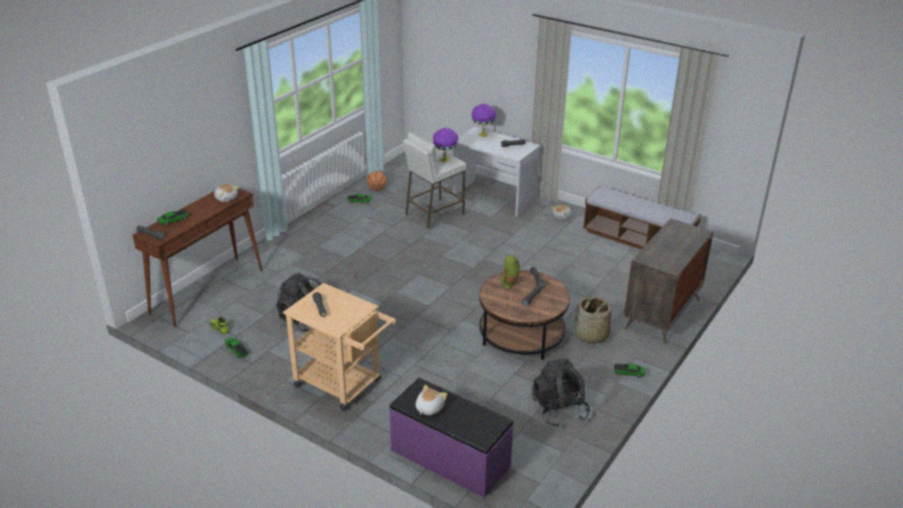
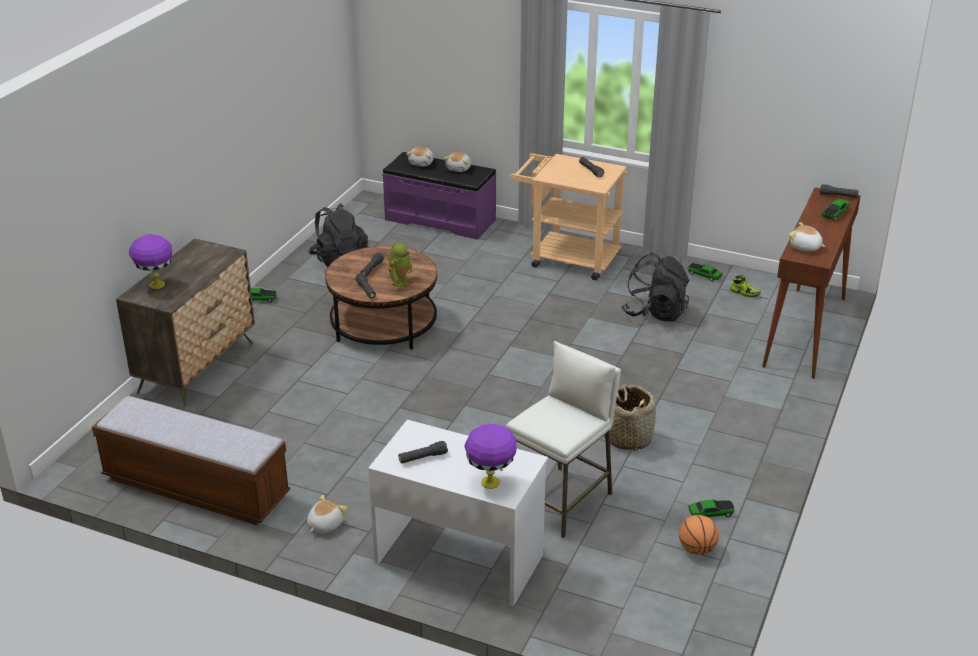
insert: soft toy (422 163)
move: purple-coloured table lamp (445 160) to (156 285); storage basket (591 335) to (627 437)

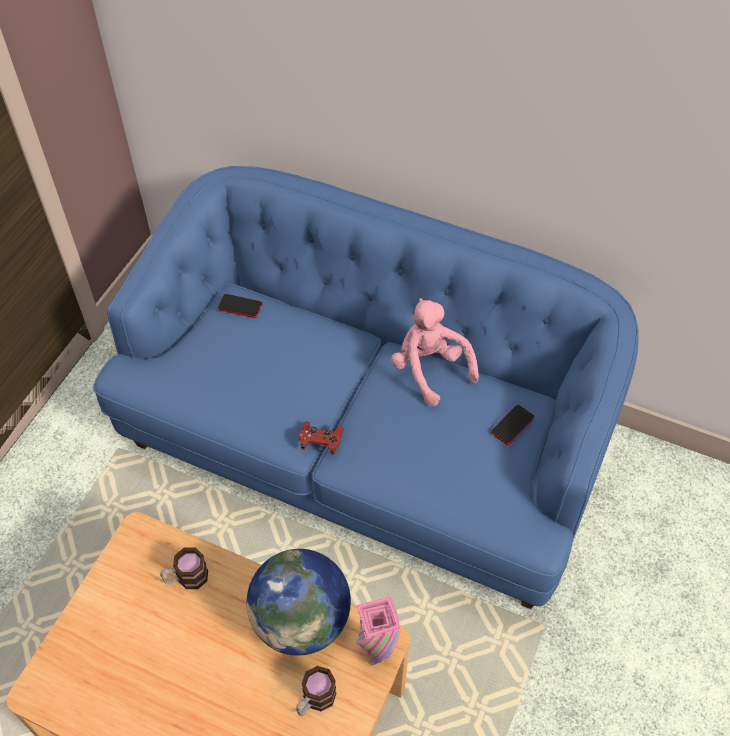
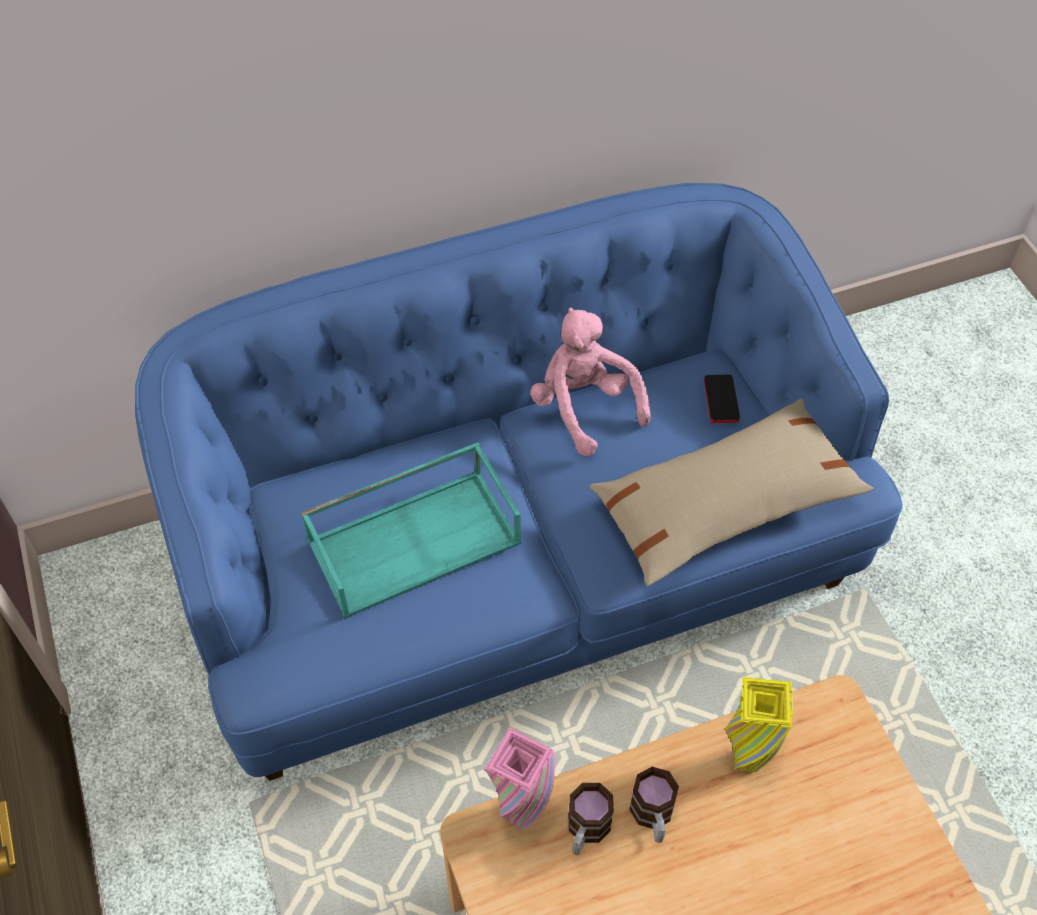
delete: phone (240 306); red game controller (321 441)
insert: blue-green tray (415 540); beige pillow (725 504)
move: coffee mug (315 700) to (653 817); pink-coloured decorative vase (377 655) to (519 814)
replace: world globe (301 621) to yellow-coloured decorative vase (745 760)
rotate: pink-coloured soft toy (430 369) = (584 407) 45 degrees clockwise

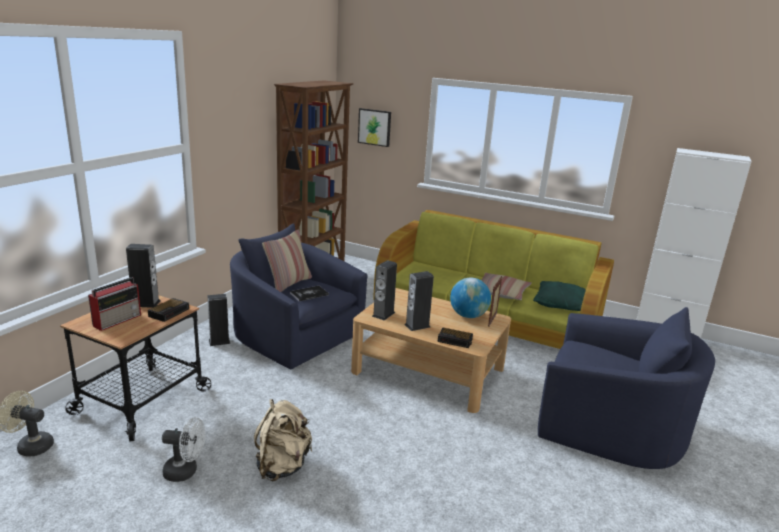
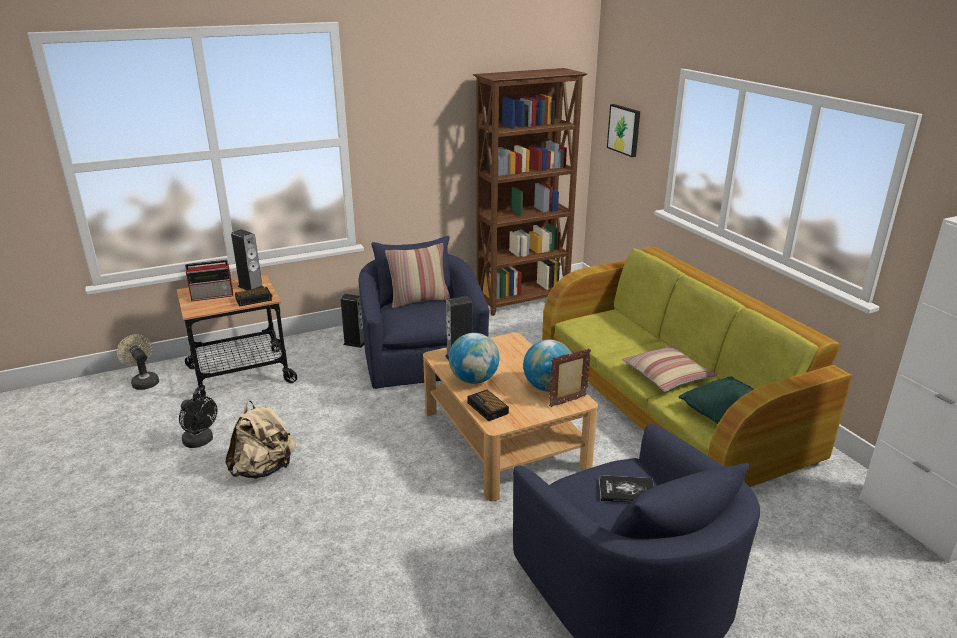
move: bound book (309 294) to (626 491)
replace: audio speaker (417 326) to world globe (474 380)
recolor: whitish electric fan (186 471) to black electric fan (200 442)

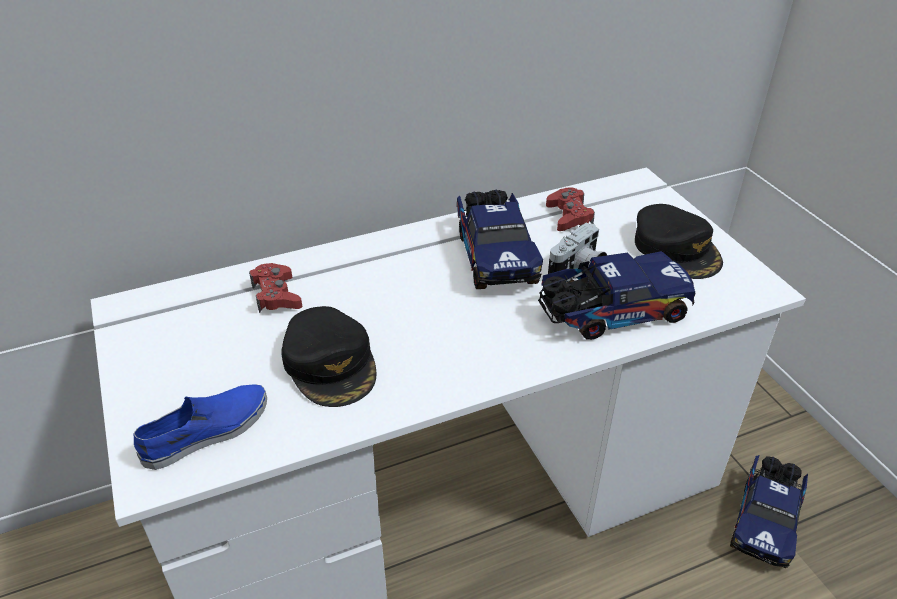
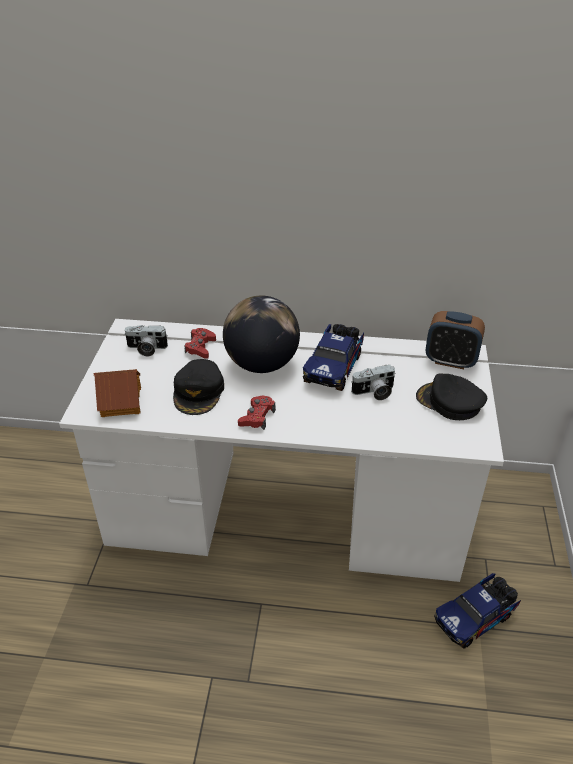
delete: toy lorry (610 312)
insert: still camera (146 349); world globe (262 364); table clock (450 361)
move: red game controller (569 216) to (257 417)
replace: blue item of footwear (207 432) to model house (120 401)
rotate: black baseball cap (676 249) = (449 402) 120 degrees clockwise

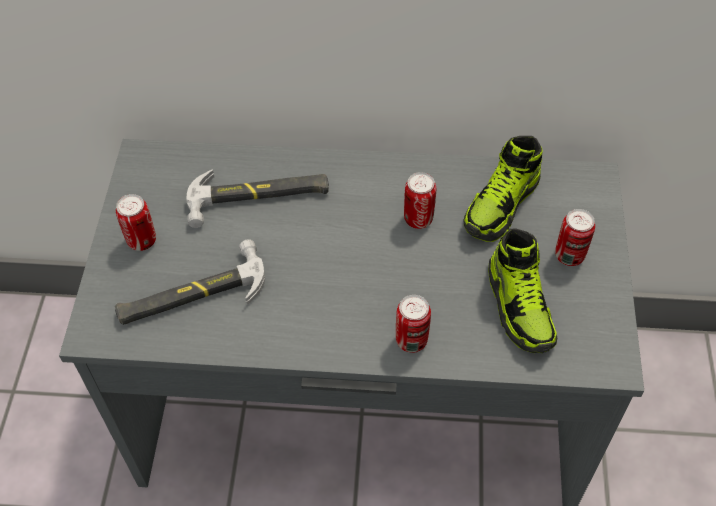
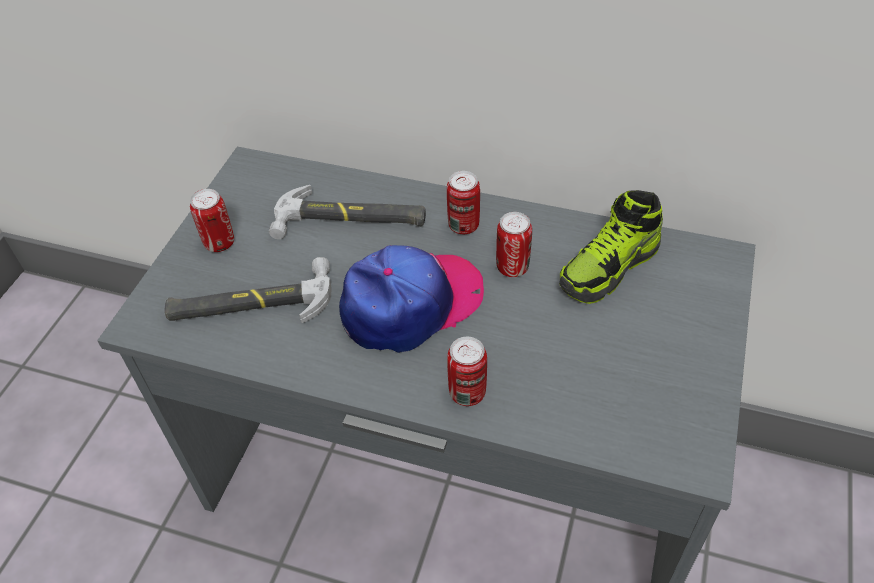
delete: item of footwear (520 306)
insert: baseball cap (411 304)
move: metal can (569 255) to (463 225)

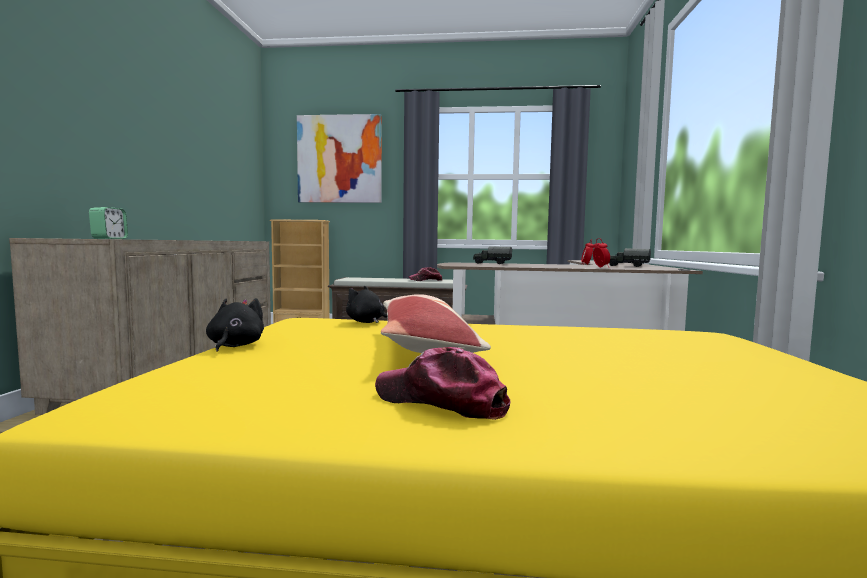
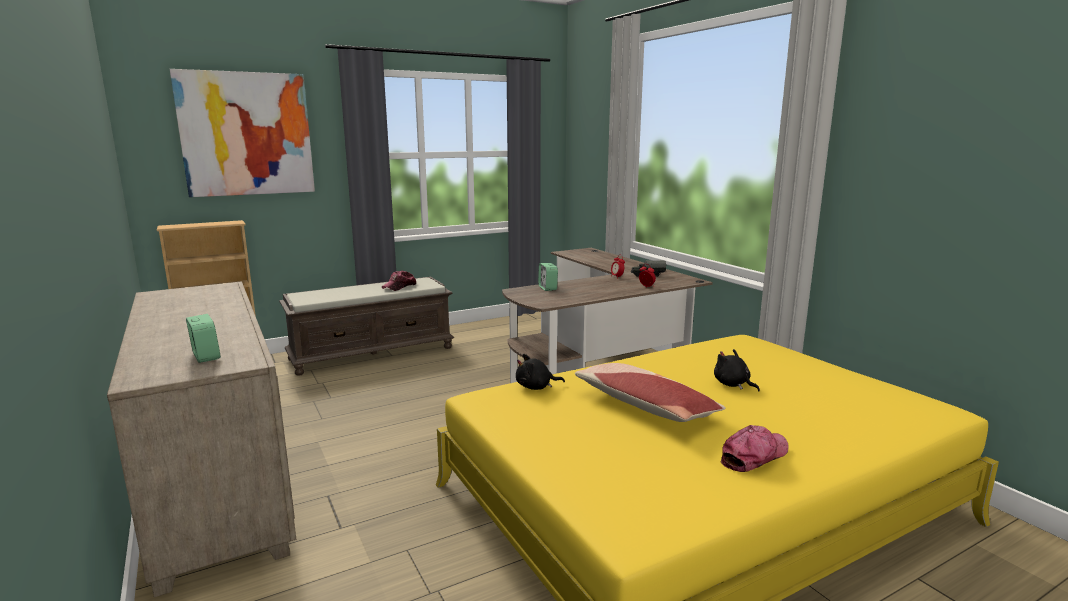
move: black soft toy (234 346) to (732 384)
replace: toy lorry (491 263) to table clock (547 288)
rotate: baseball cap (441 401) = (753 456) 150 degrees clockwise

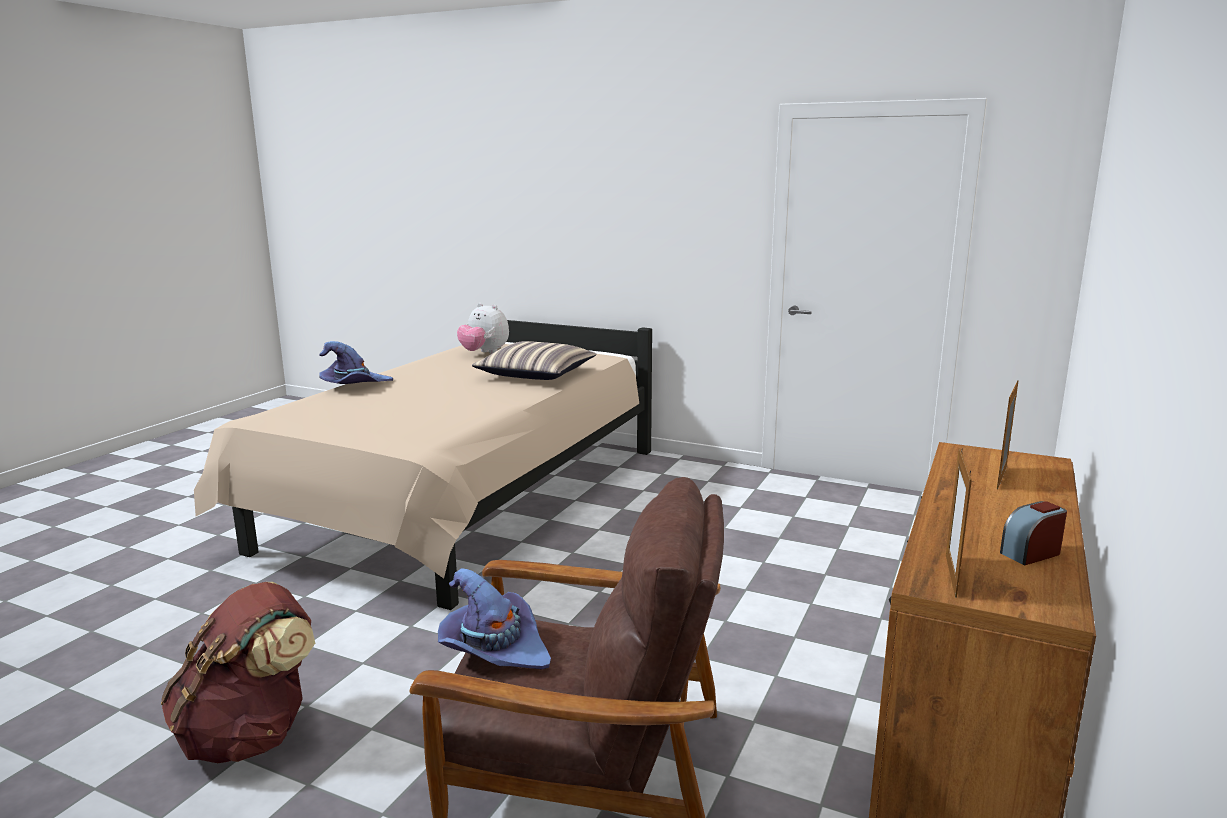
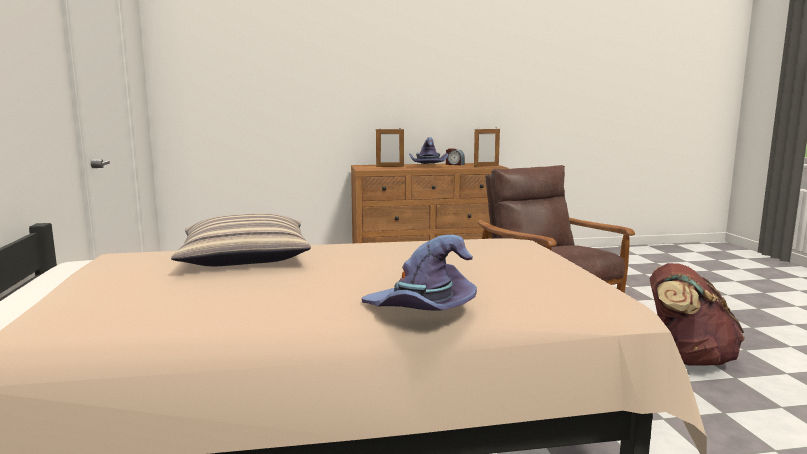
delete: soft toy (484 353)
move: purple-coloured hat (493 648) to (427 166)

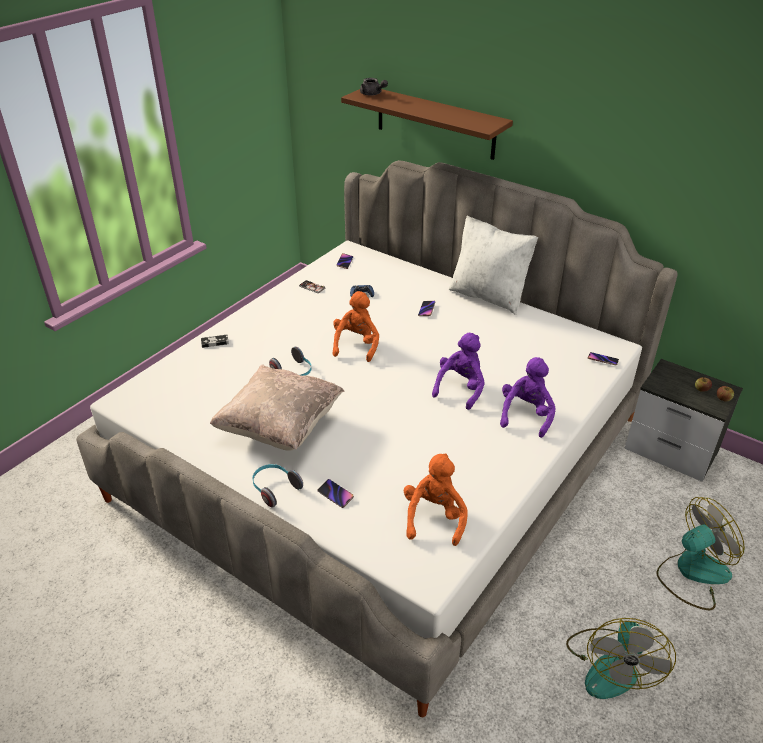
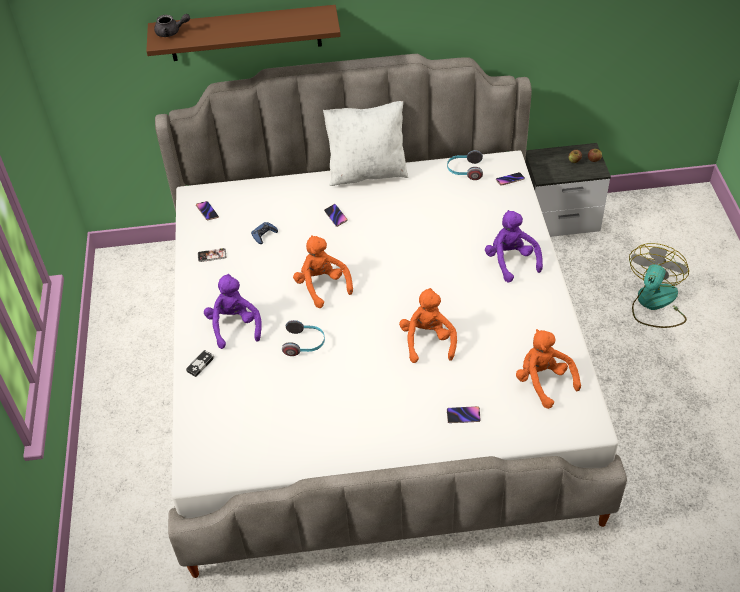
delete: beige pillow (280 427); electric fan (611 665)
insert: orangey soft toy (428 341)
move: headset (275 489) to (464 171); purple-coloured soft toy (460 388) to (234 326)

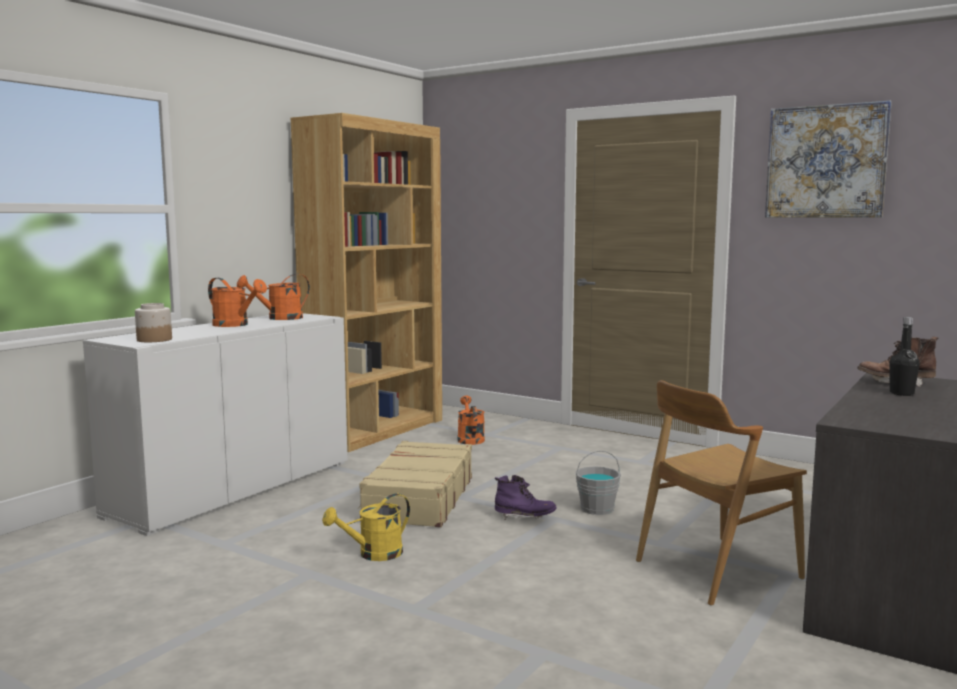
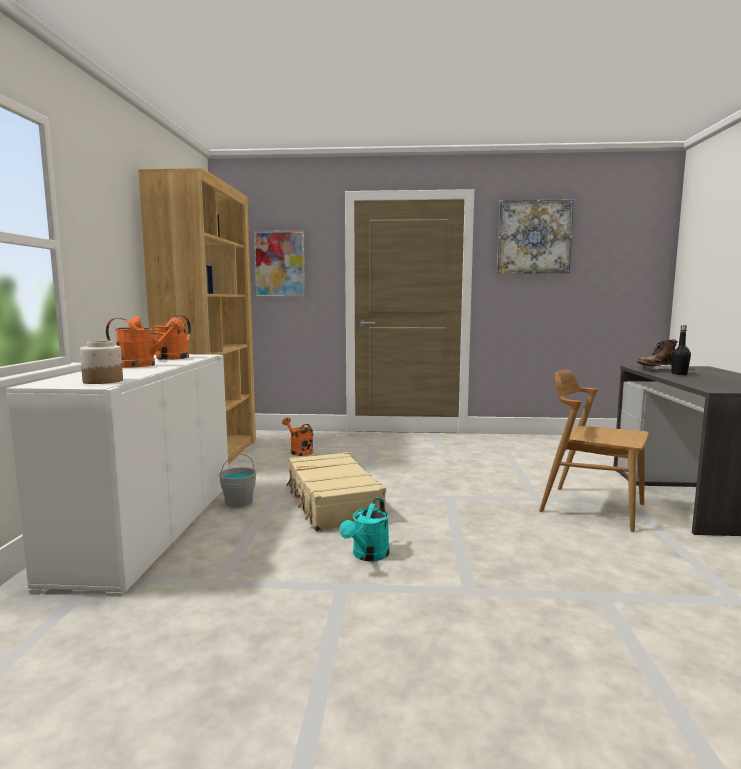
delete: purple-coloured tall boot (524 517)
insert: wall picture (279 264)
move: grey bucket (597 508) to (238 502)
recolor: yellow-coloured watering can (373 554) to blue-green watering can (368 555)
rotate: brownish chair (716 569) = (591 507) 90 degrees clockwise

